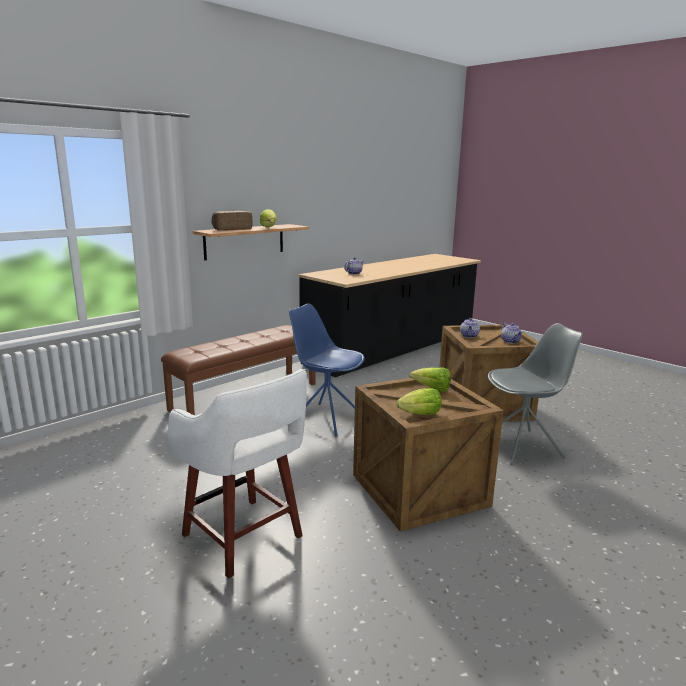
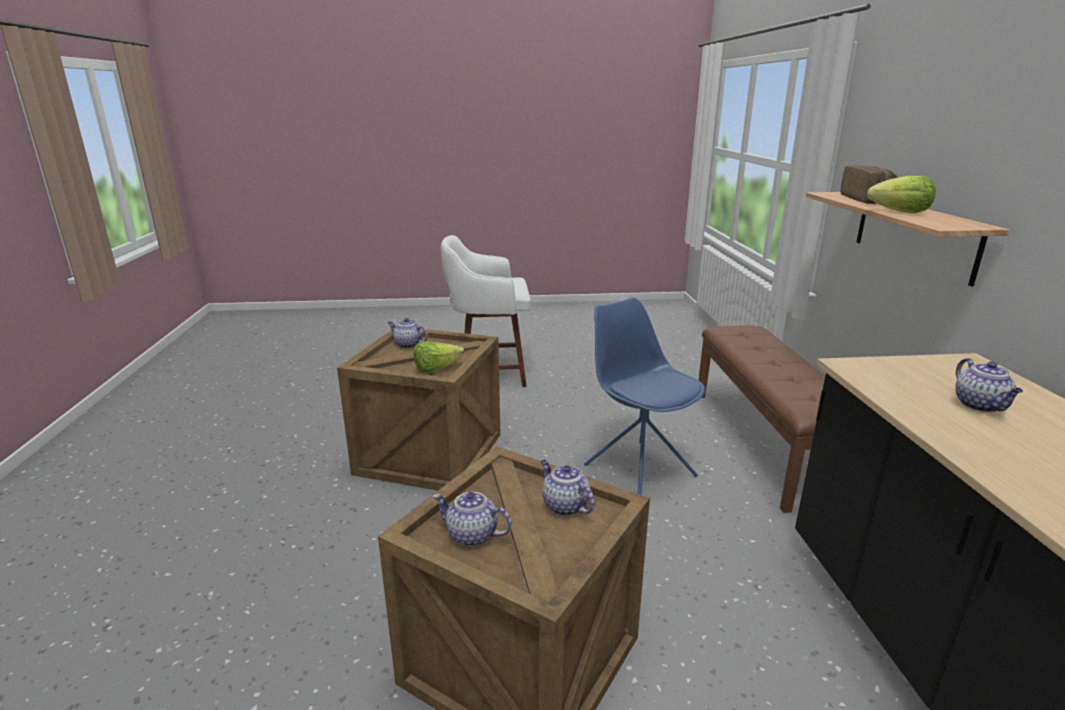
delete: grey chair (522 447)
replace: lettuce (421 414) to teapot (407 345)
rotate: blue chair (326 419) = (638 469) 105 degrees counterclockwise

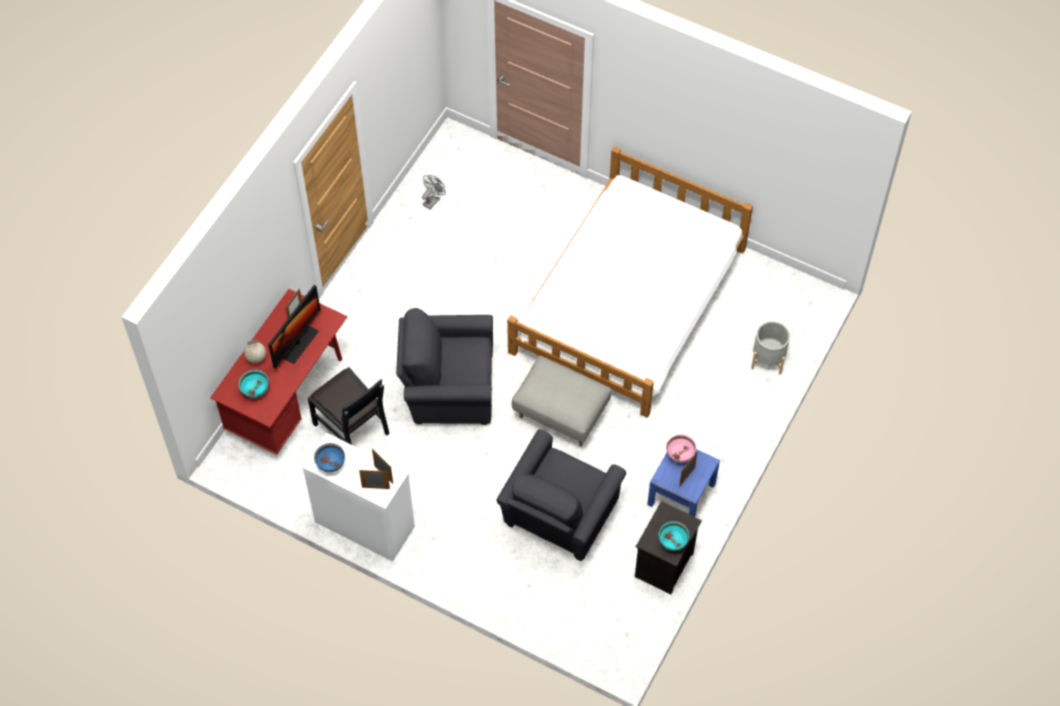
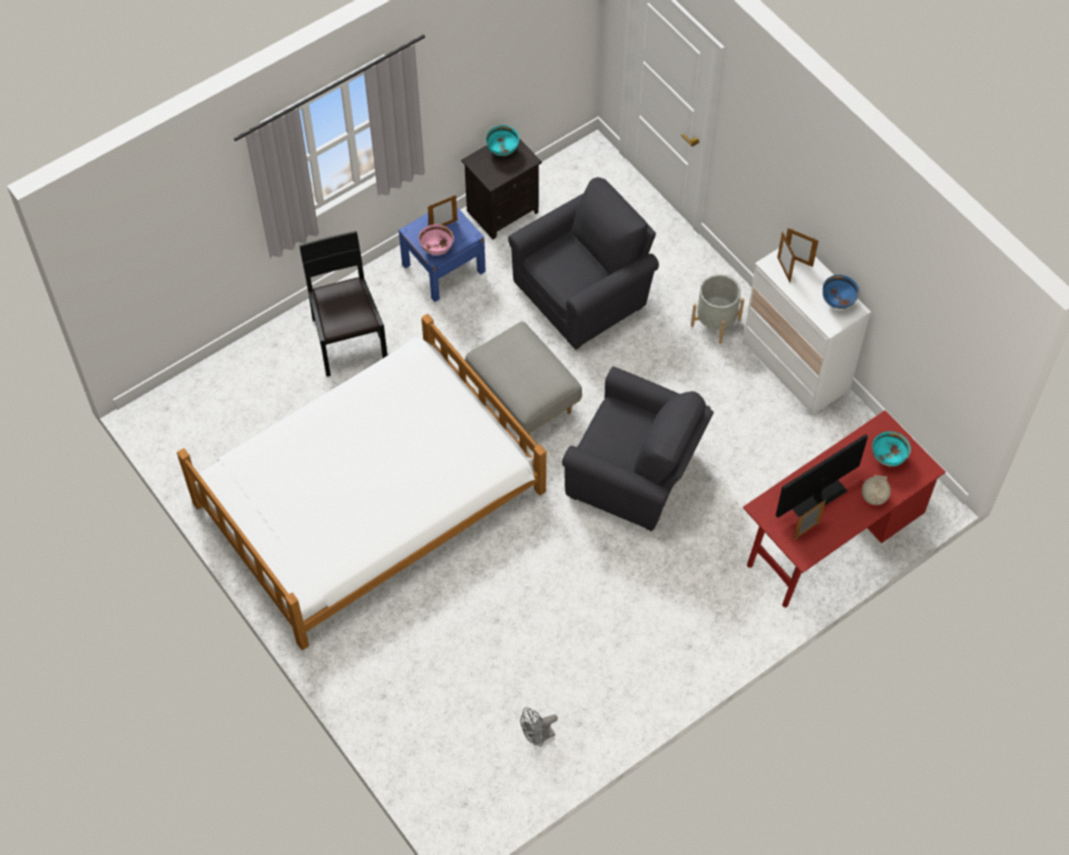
move: black chair (351 427) to (348 340); grey flower pot (768 359) to (715 322)

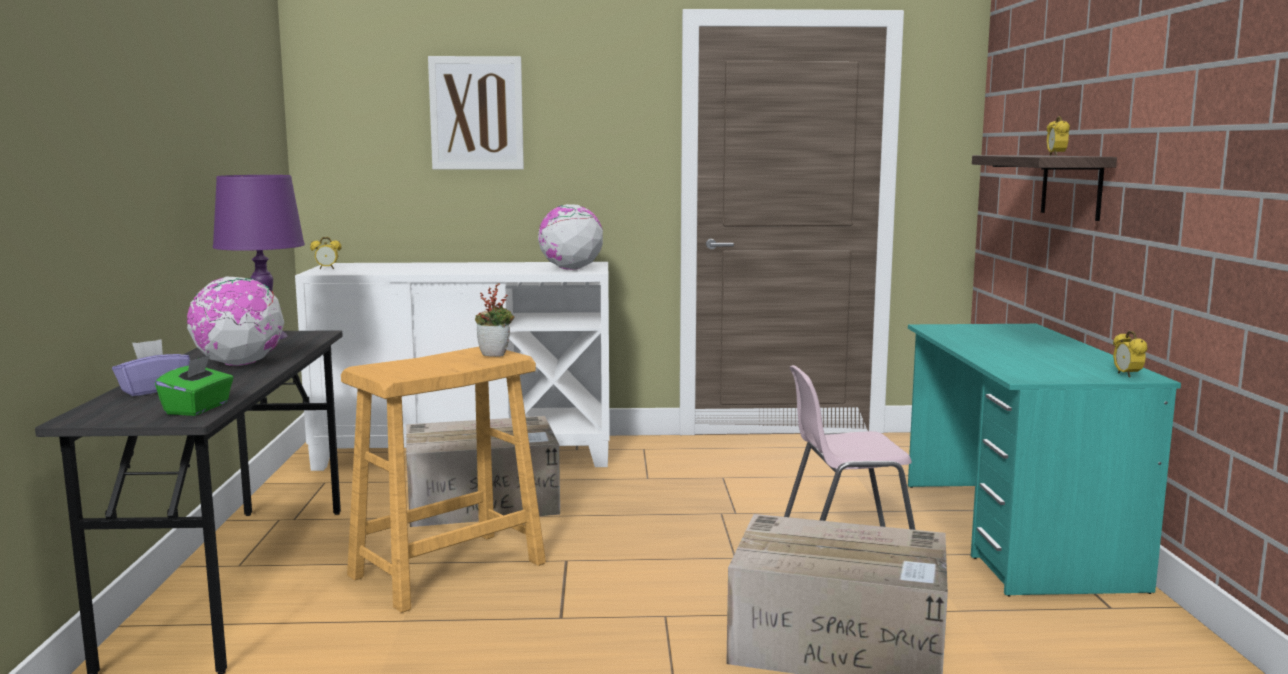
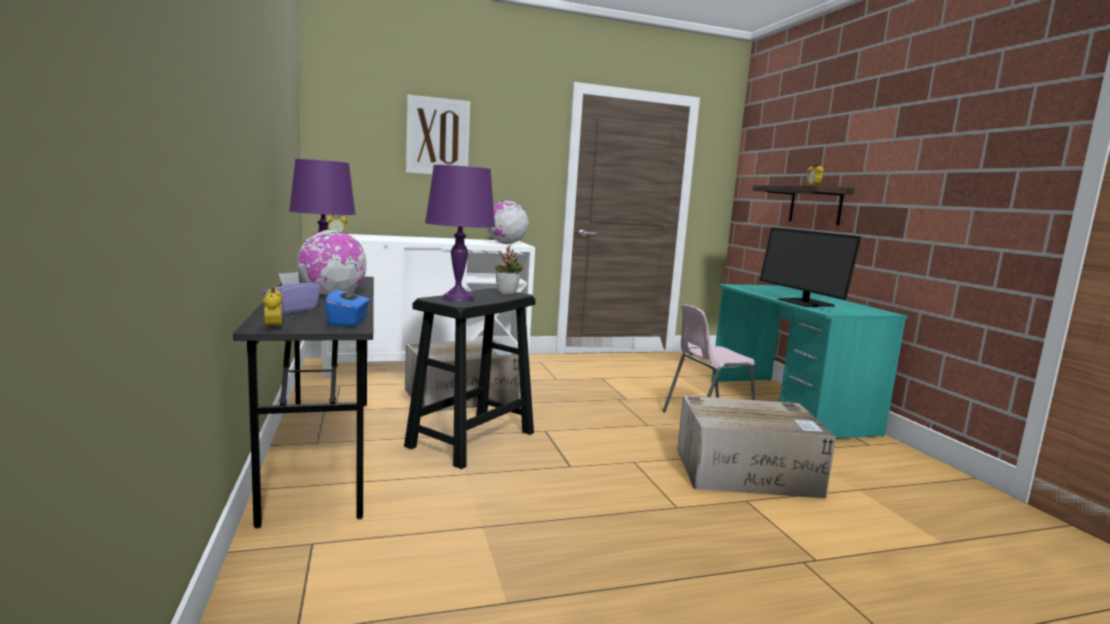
insert: purple-coloured table lamp (457 298); computer display (804 303)
move: table clock (1127 375) to (273 328)
recolor: greenish tissue box (198 409) to blue tissue box (348 322); beige sitting stool (446 570) to black sitting stool (471 439)

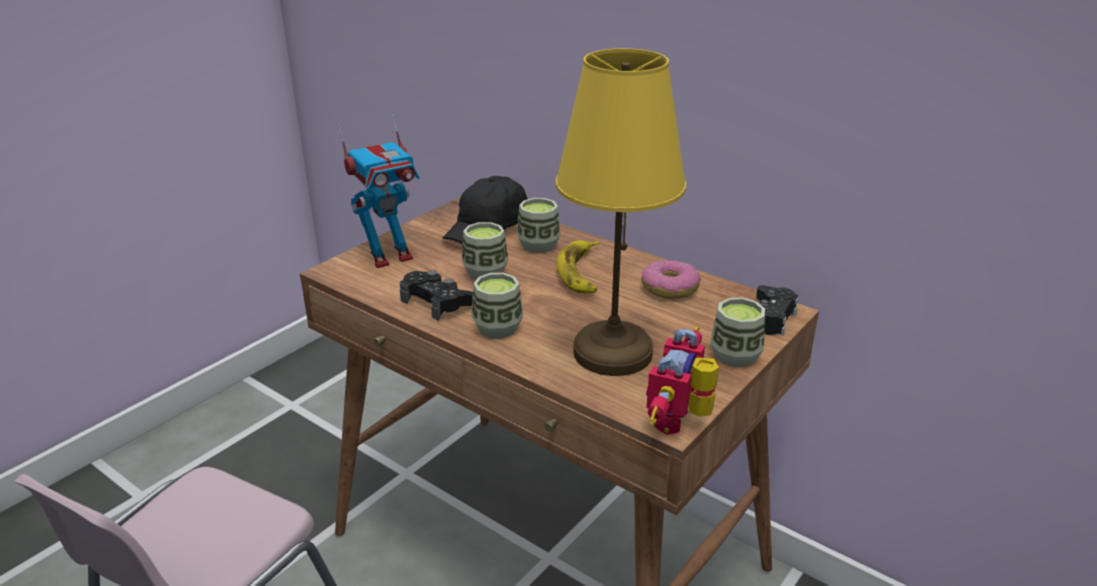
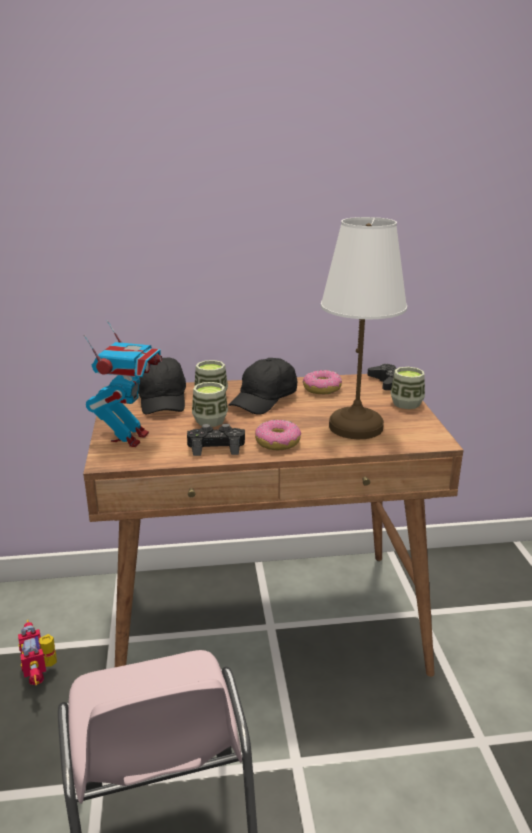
move: toy robot (681 421) to (41 673)
replace: small cup (497 328) to ring doughnut (277 443); banana (581 273) to black baseball cap (264 400)
recolor: yellow-coloured table lamp (613 354) to whitish table lamp (357 427)

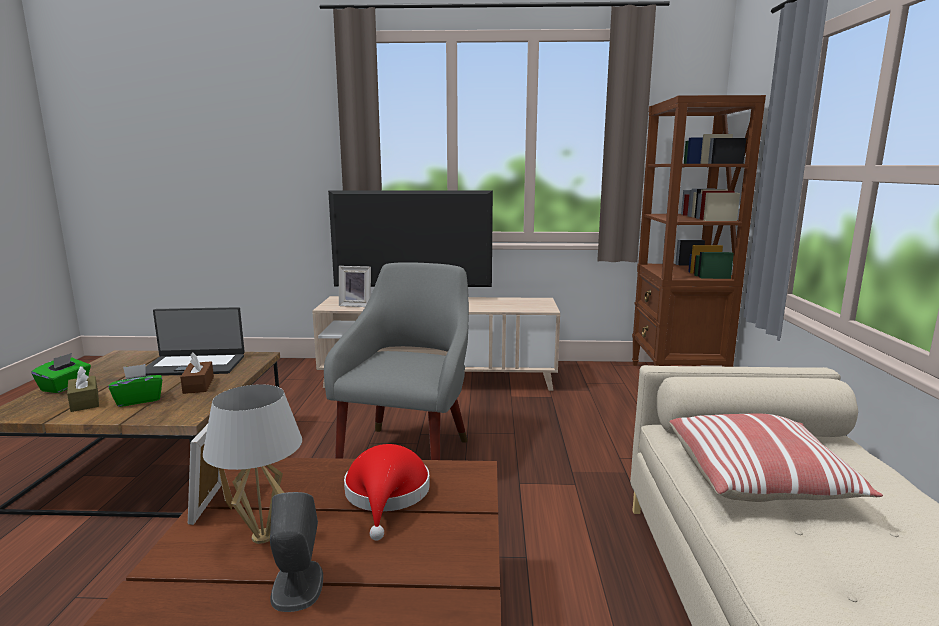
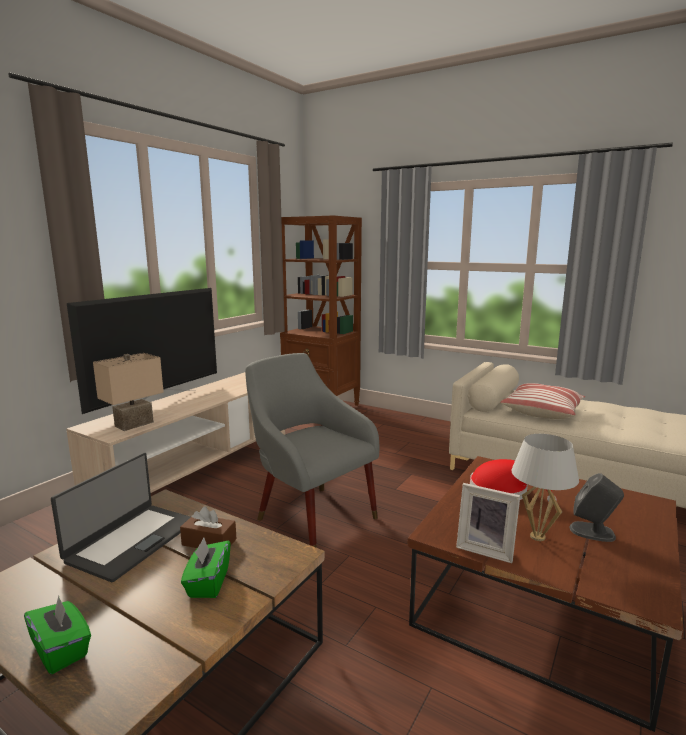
delete: brownish tissue box (85 402)
replace: photo frame (356 305) to beige table lamp (134 424)

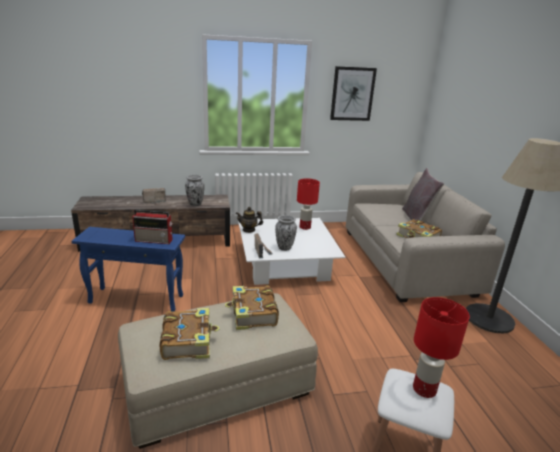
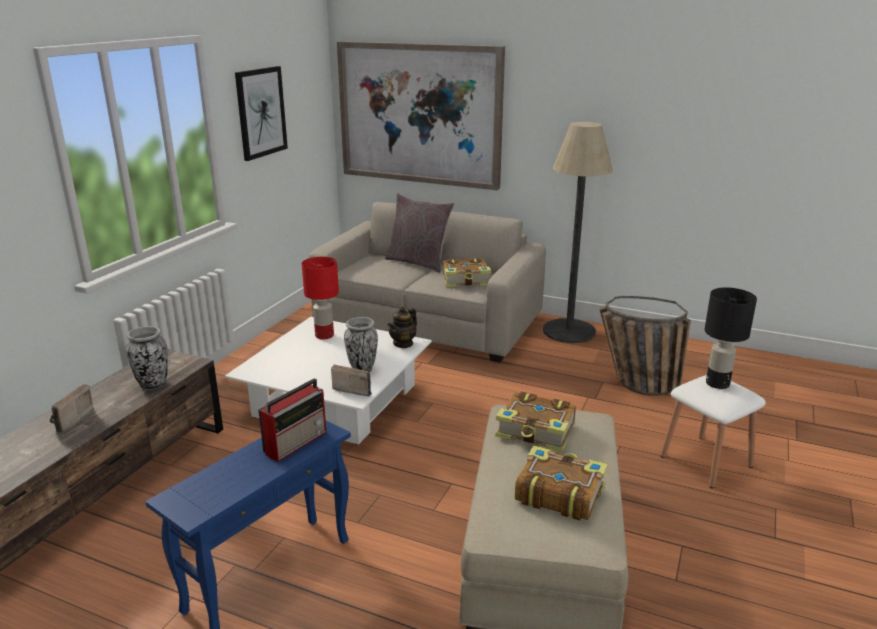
insert: wall picture (420 114); storage basket (634 384)
move: teapot (249 230) to (403 343)
recolor: red table lamp (423 389) to black table lamp (717 384)

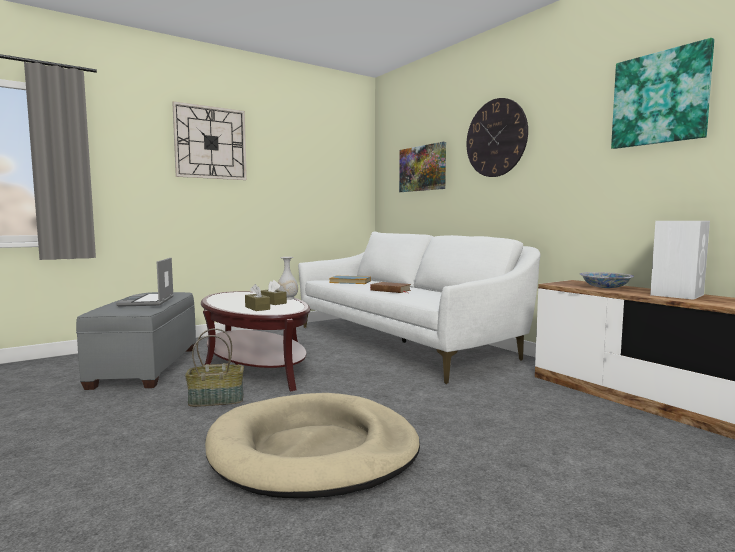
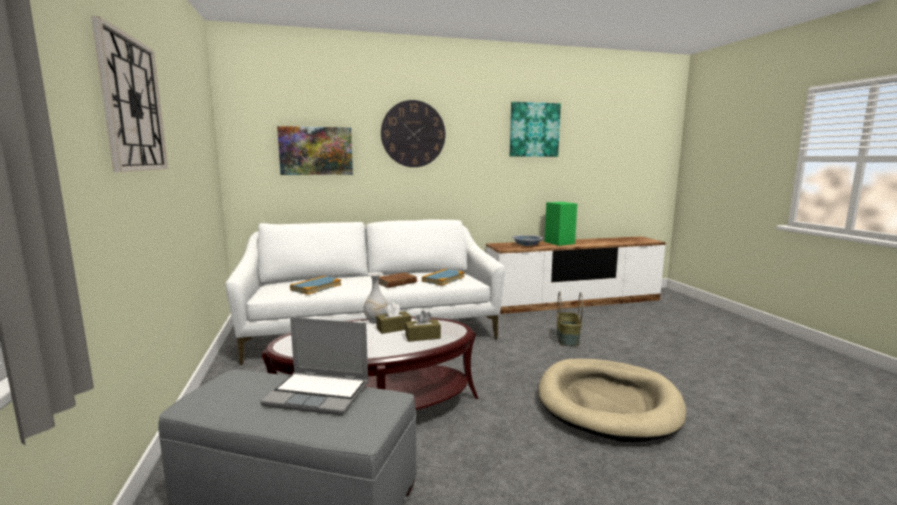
insert: bound book (443 279)
move: storage basket (217 400) to (567 339)
recolor: whitish audio speaker (677 294) to greenish audio speaker (559 242)

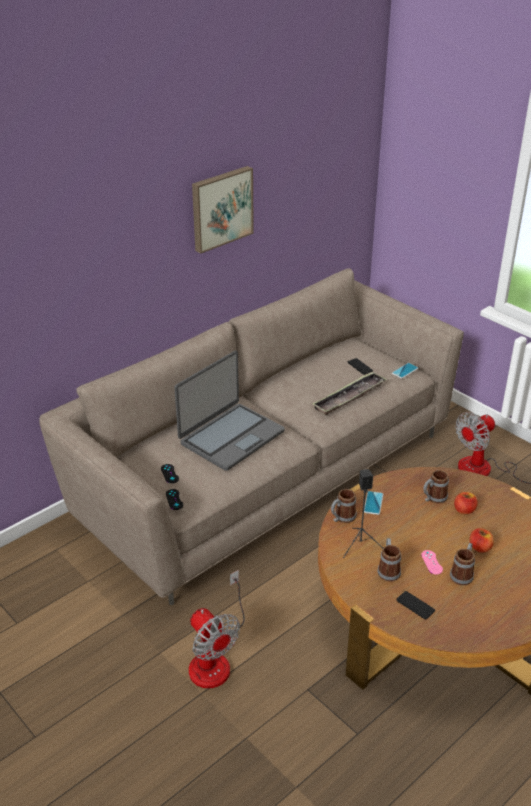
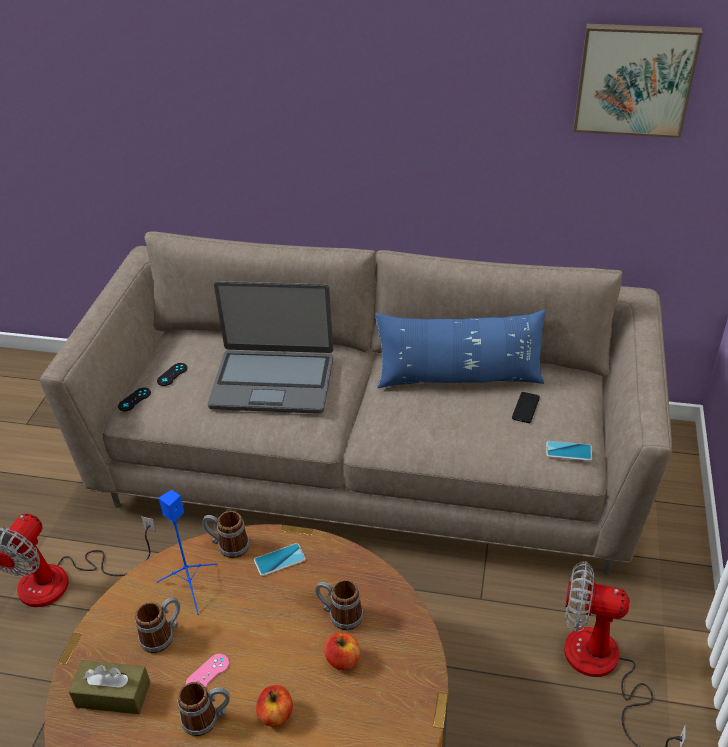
delete: tray (349 397)
insert: blue pillow (459 378)
move: wall picture (221 208) to (634 79)
replace: phone (415 605) to brownish tissue box (113 694)
recolor: black audio speaker (361 545) to blue audio speaker (191 587)

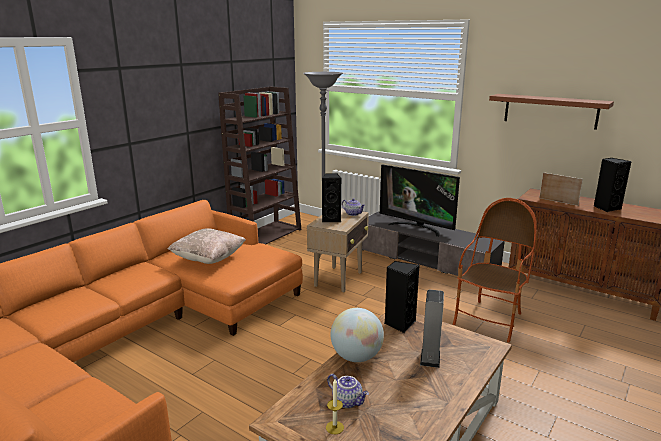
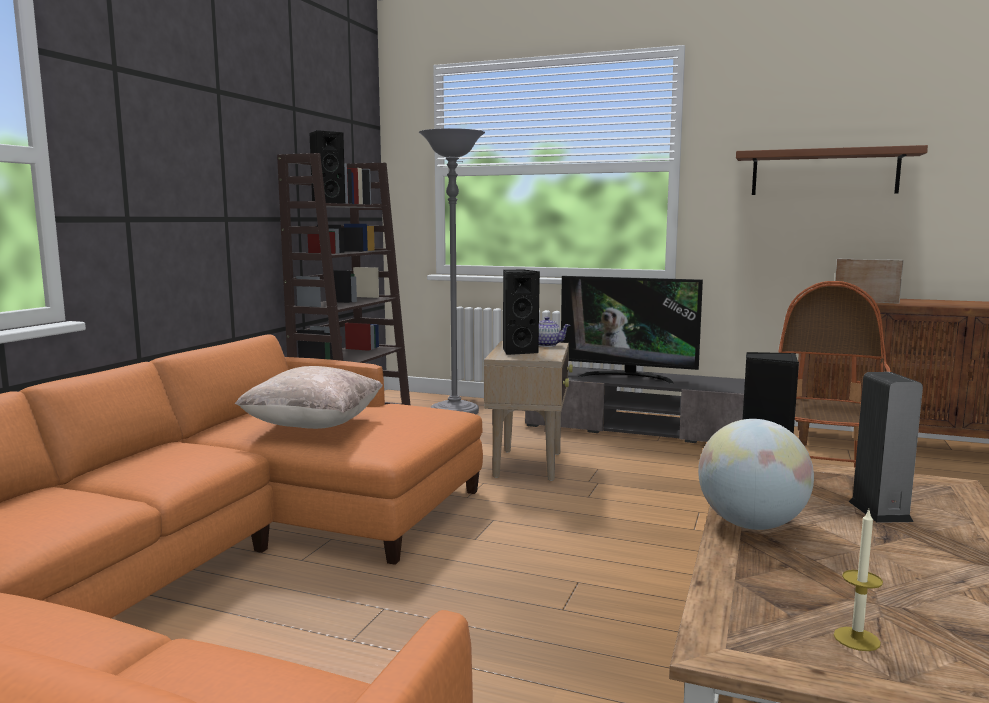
delete: teapot (348 401)
move: black audio speaker (606 208) to (327 203)

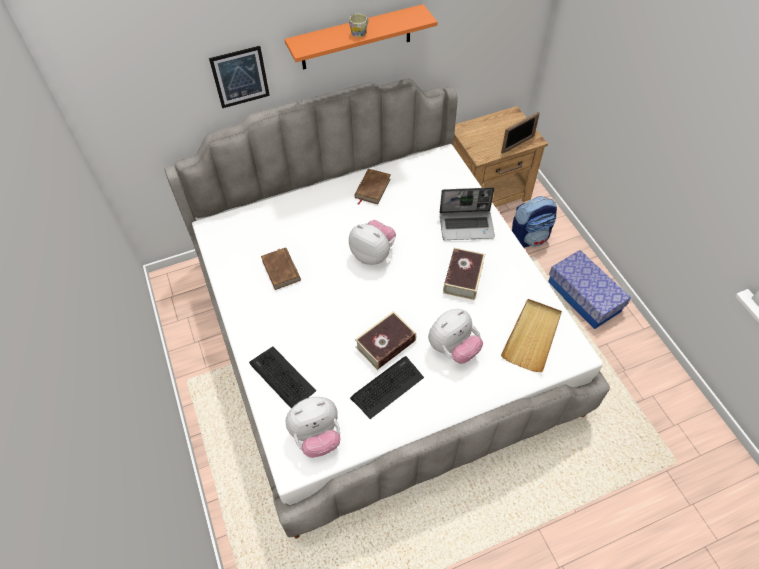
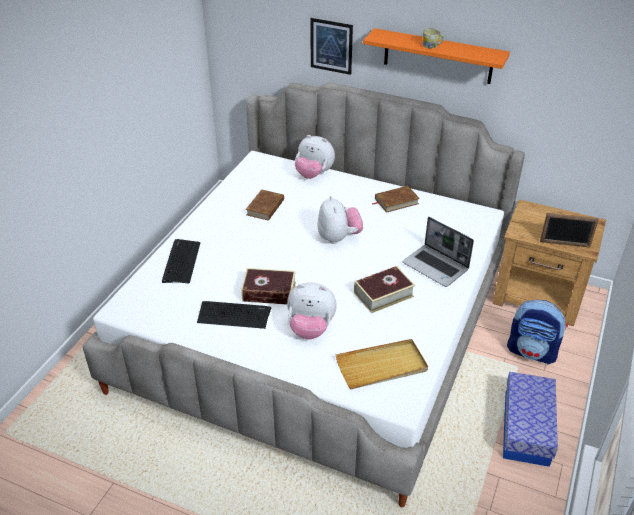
move: soft toy (317 436) to (314 174)

